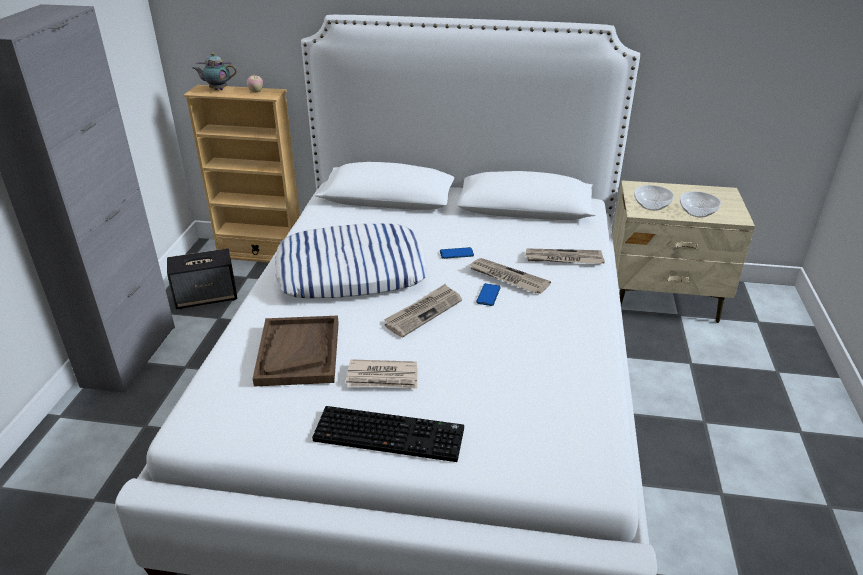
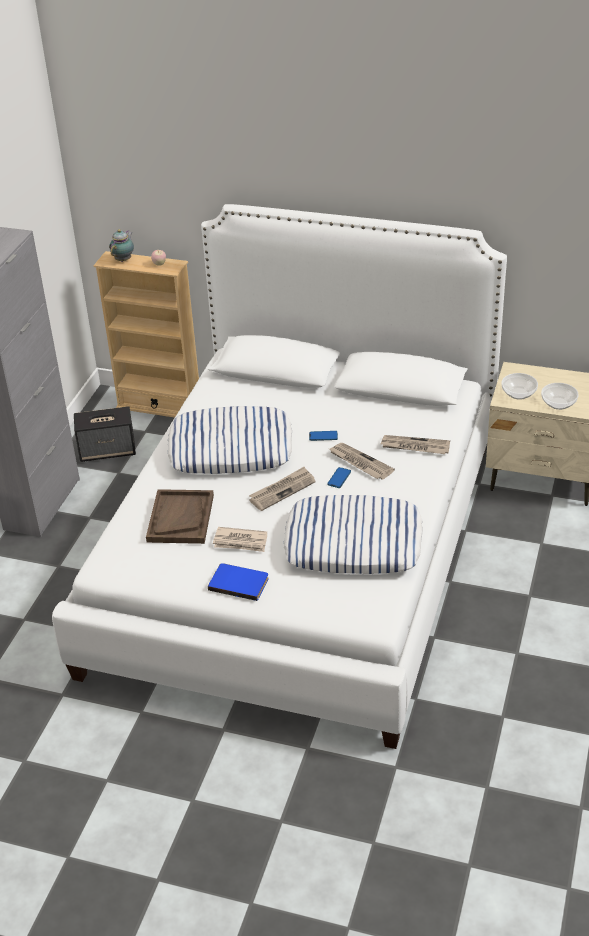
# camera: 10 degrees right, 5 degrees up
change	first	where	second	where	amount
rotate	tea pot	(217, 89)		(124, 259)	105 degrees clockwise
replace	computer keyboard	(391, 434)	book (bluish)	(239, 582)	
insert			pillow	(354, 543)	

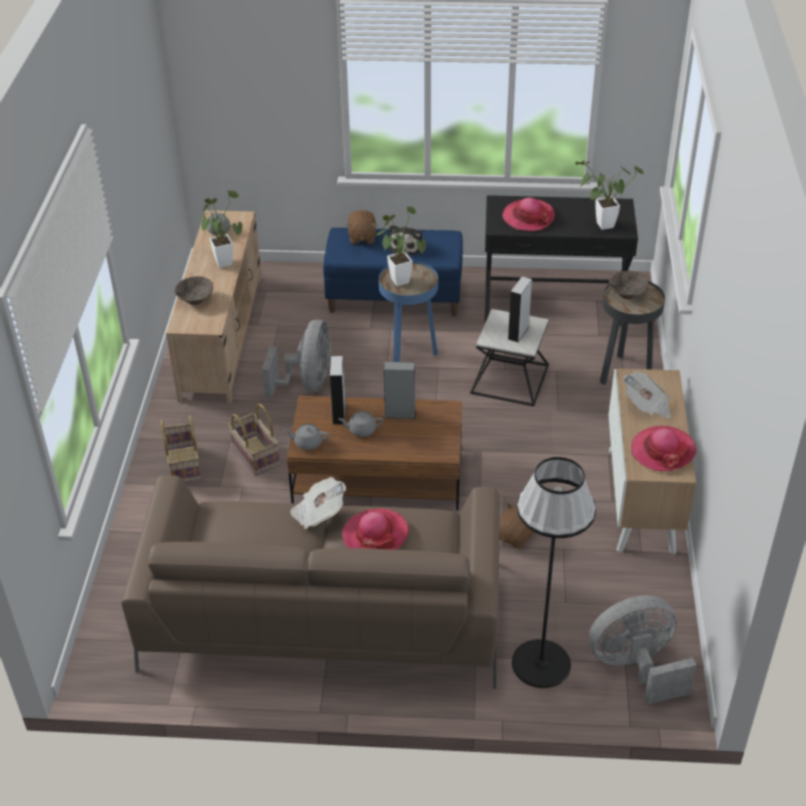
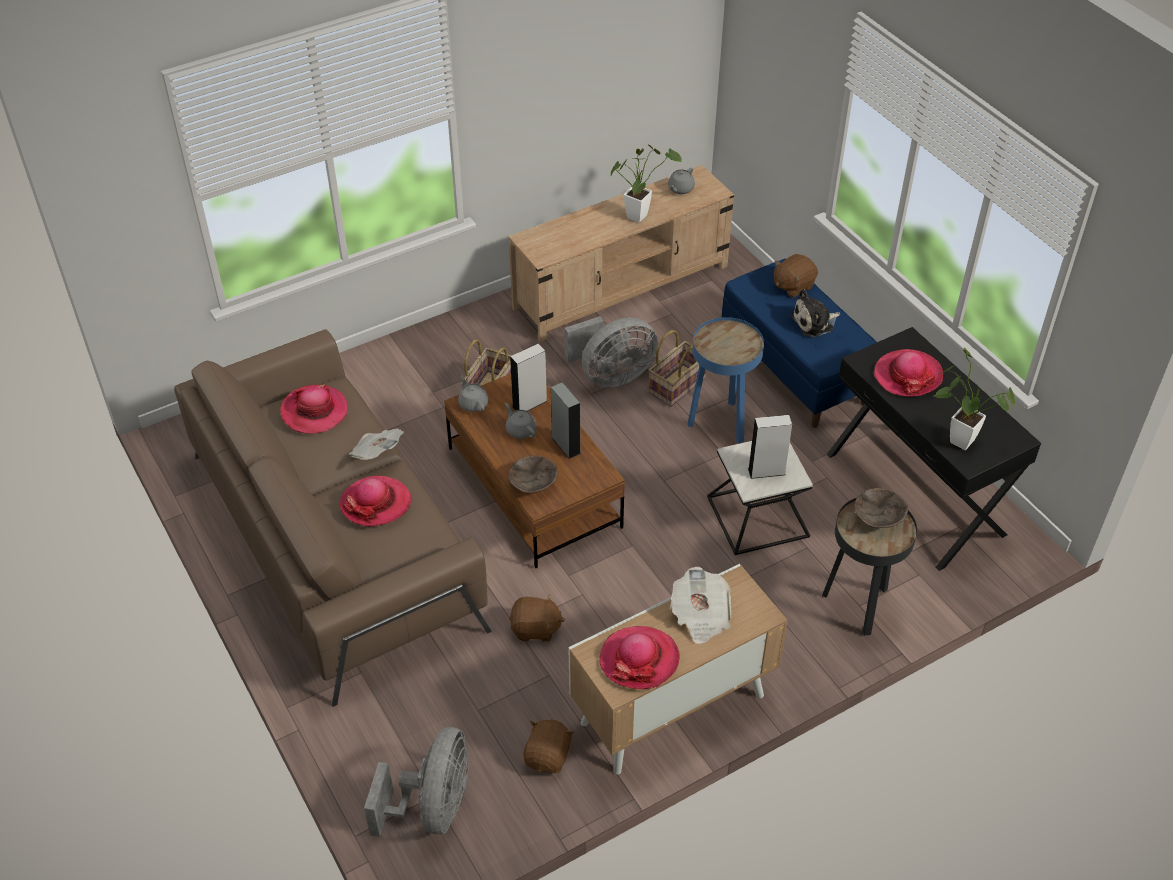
# camera: 55 degrees right, 5 degrees up
change	first	where	second	where	amount
delete	houseplant	(398, 279)			
move	deep dish (brownish)	(195, 299)		(533, 484)	
move	storage basket	(183, 465)		(676, 385)	
delete	floor lamp (blackish)	(541, 663)			
rotate	fan (grey)	(635, 667)		(433, 807)	60 degrees clockwise
insert			hat	(314, 411)	
insert			soft toy (brownish)	(548, 756)	

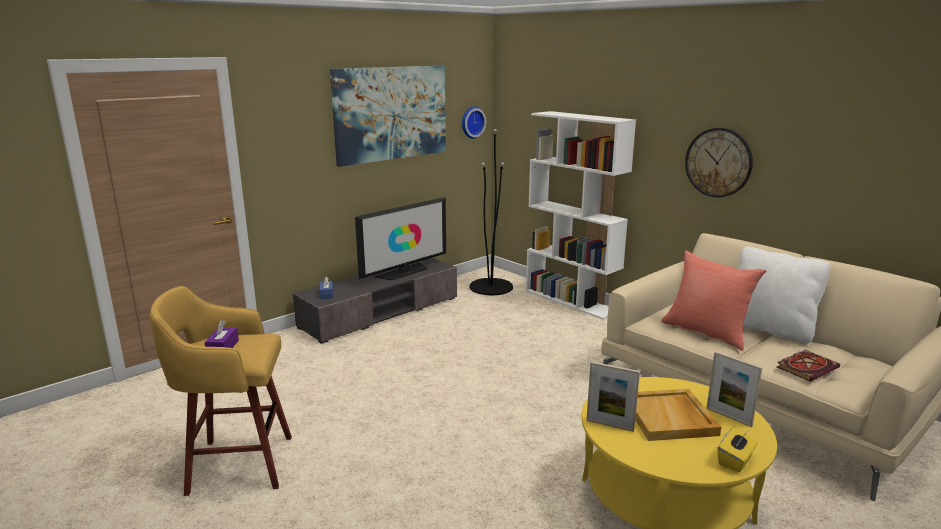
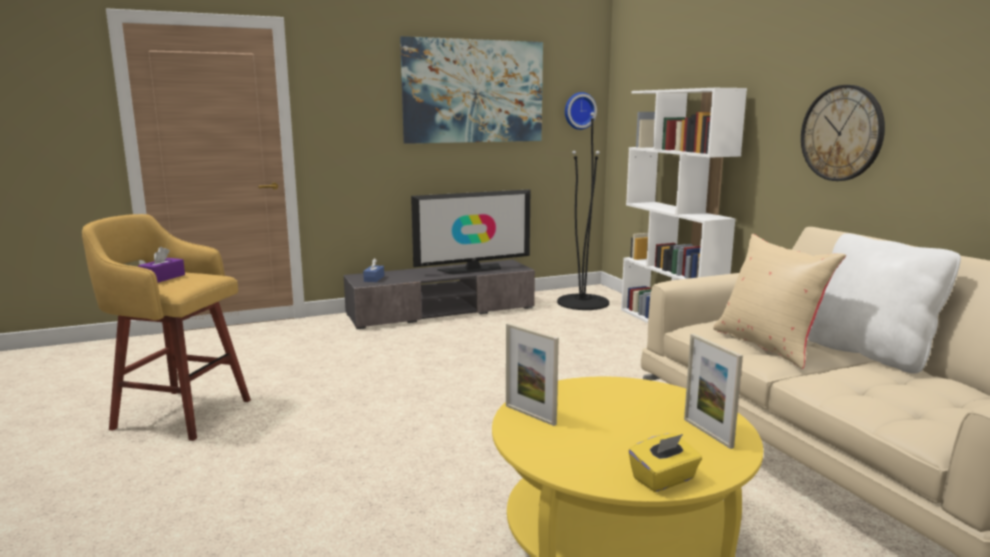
# camera: 20 degrees right, 5 degrees down
change	first	where	second	where	amount
recolor	pillow (red-coloured)	(706, 332)	pillow (sand-coloured)	(768, 345)	
delete	book	(807, 367)			
delete	carrying tray (sand-coloured)	(670, 418)			

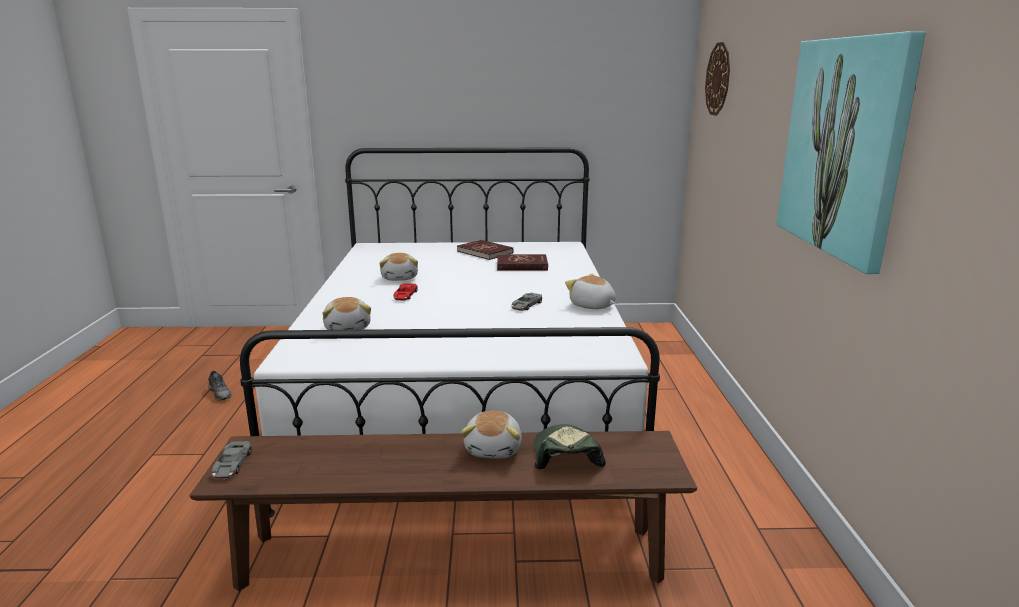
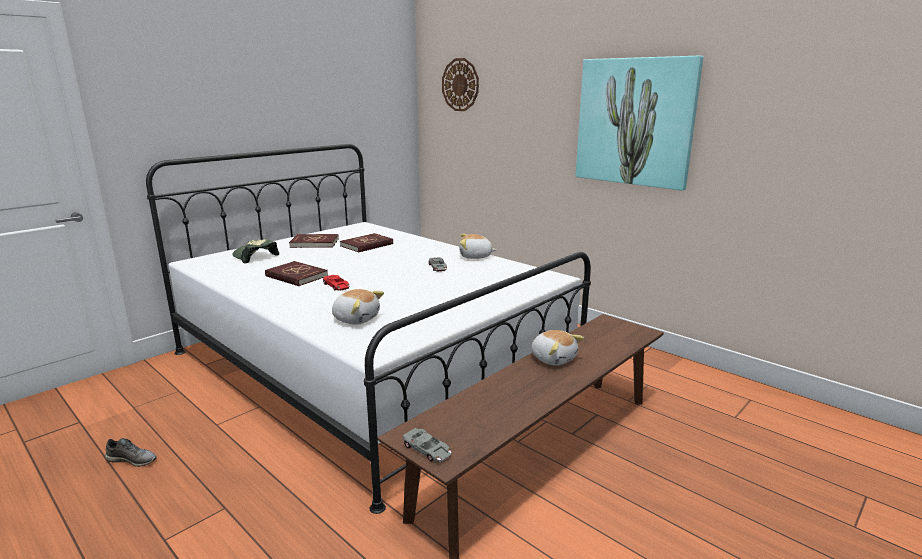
# camera: 45 degrees left, 0 degrees up
change	first	where	second	where	amount
replace	soft toy	(400, 278)	book (red-coloured)	(296, 276)	
move	baseball cap	(565, 455)		(255, 257)	

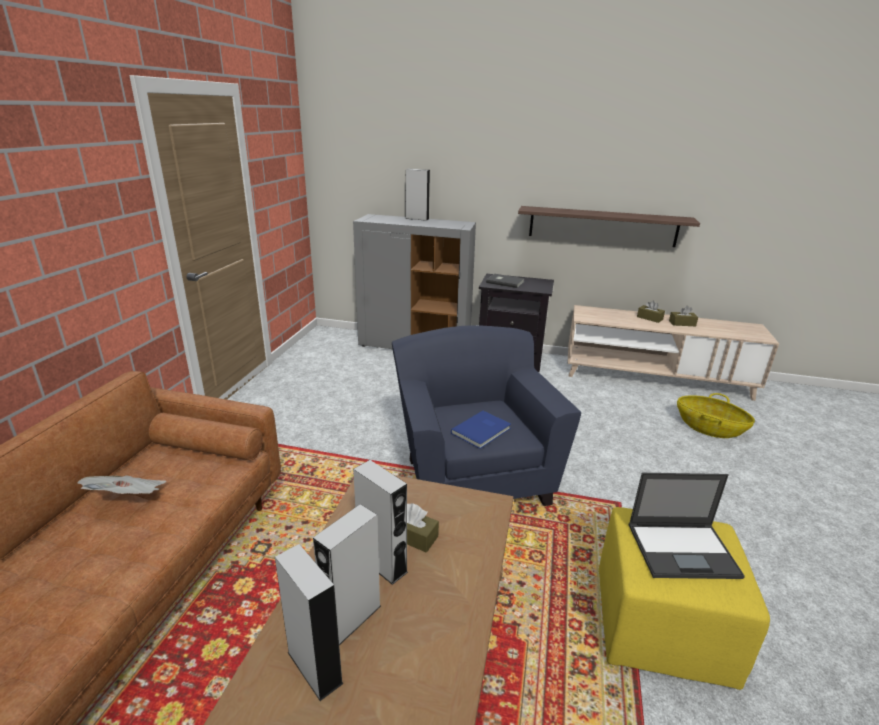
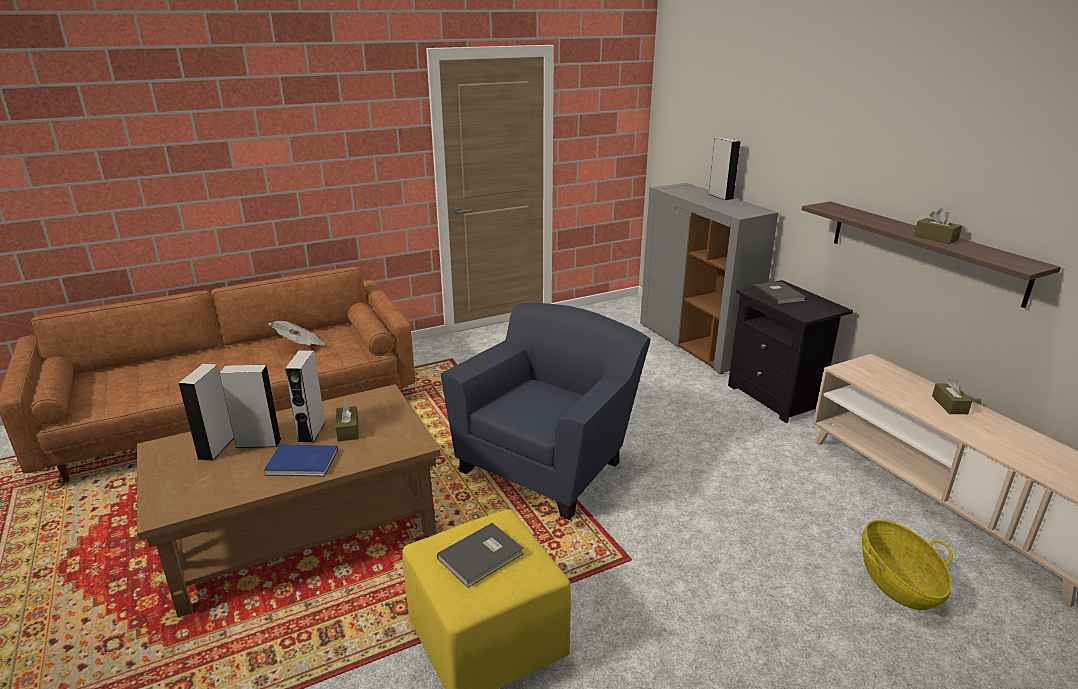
# camera: 50 degrees right, 0 degrees up
change	first	where	second	where	amount
move	box of tissues (brownish)	(682, 323)		(935, 238)	
move	book (bluish)	(482, 431)		(302, 463)	
replace	laptop	(683, 550)	book (grey)	(482, 556)	

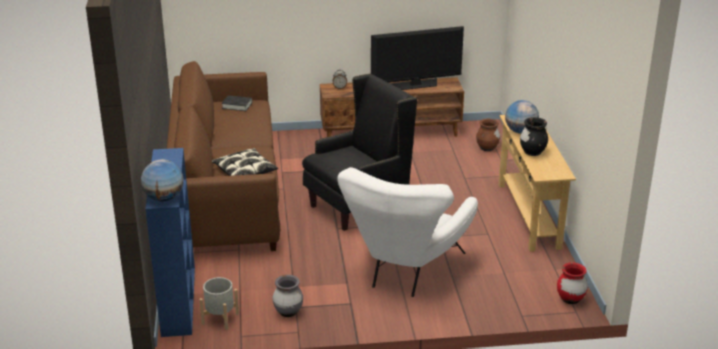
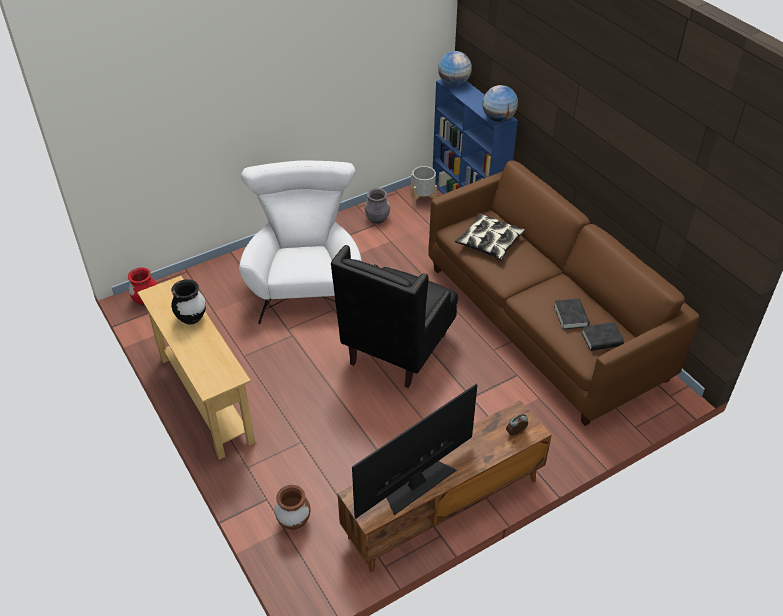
# camera: 155 degrees right, 15 degrees up
change	first	where	second	where	amount
move	desk globe	(520, 131)		(498, 119)	
insert			book (blackish)	(571, 316)	

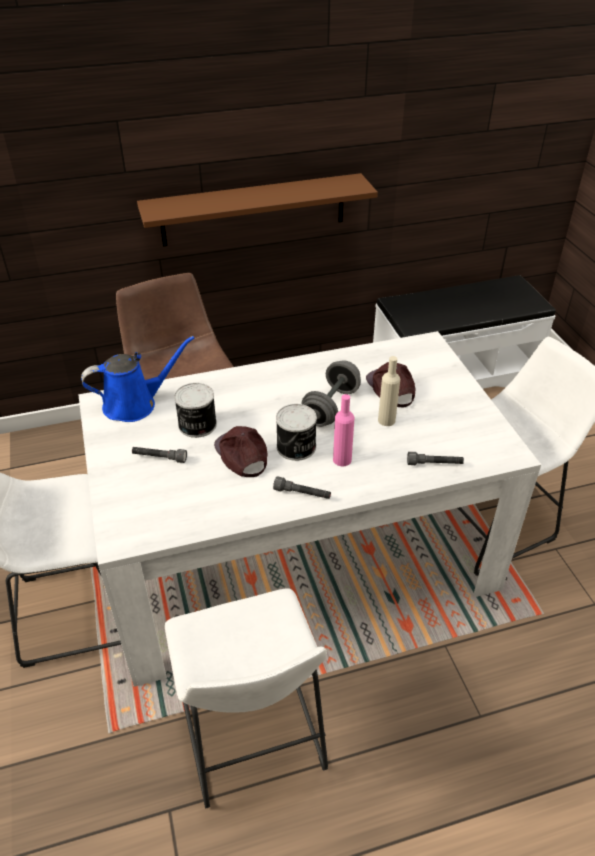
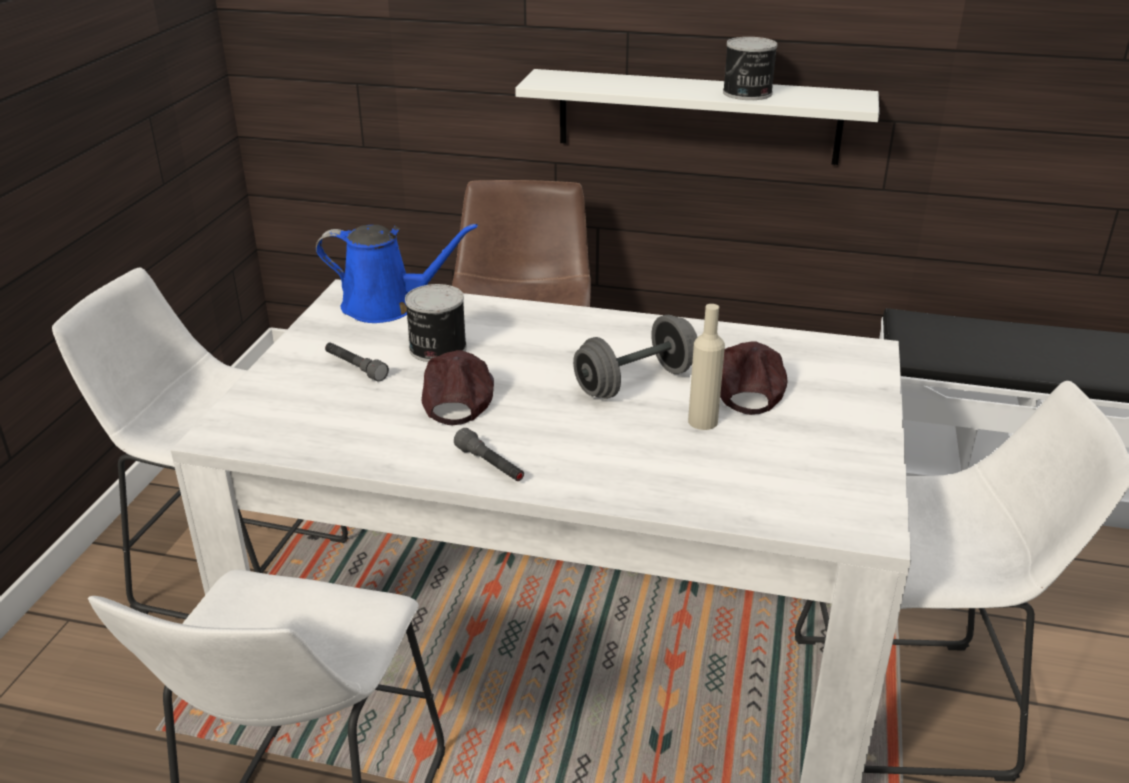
# camera: 30 degrees right, 10 degrees down
change	first	where	second	where	amount
recolor	wall shelf (brownish)	(253, 210)	wall shelf (white-coloured)	(698, 116)	
delete	bottle (pinkish)	(342, 459)			
move	sealed can	(296, 447)		(747, 93)	
delete	torch (grey)	(434, 464)			

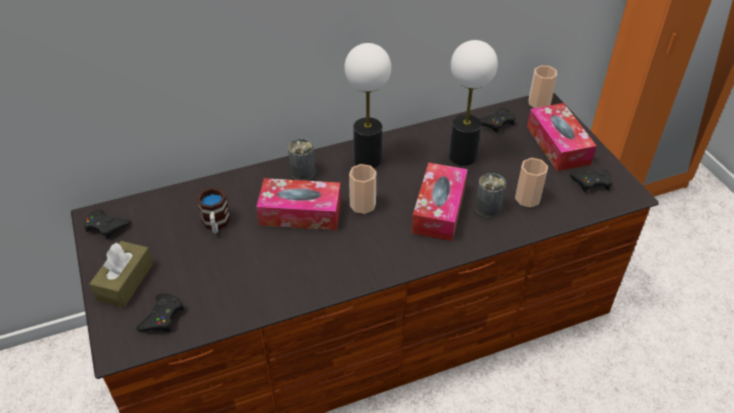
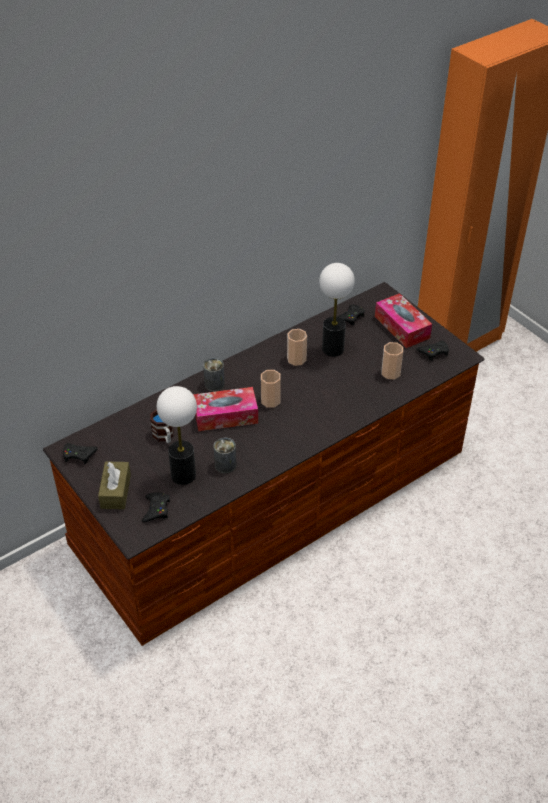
# camera: 15 degrees left, 0 degrees up
change	first	where	second	where	amount
move	tabletop lamp	(367, 159)		(183, 475)	
move	small cup	(539, 103)		(296, 359)	
delete	box of tissues	(439, 210)			
move	sealed can	(488, 207)		(225, 465)	

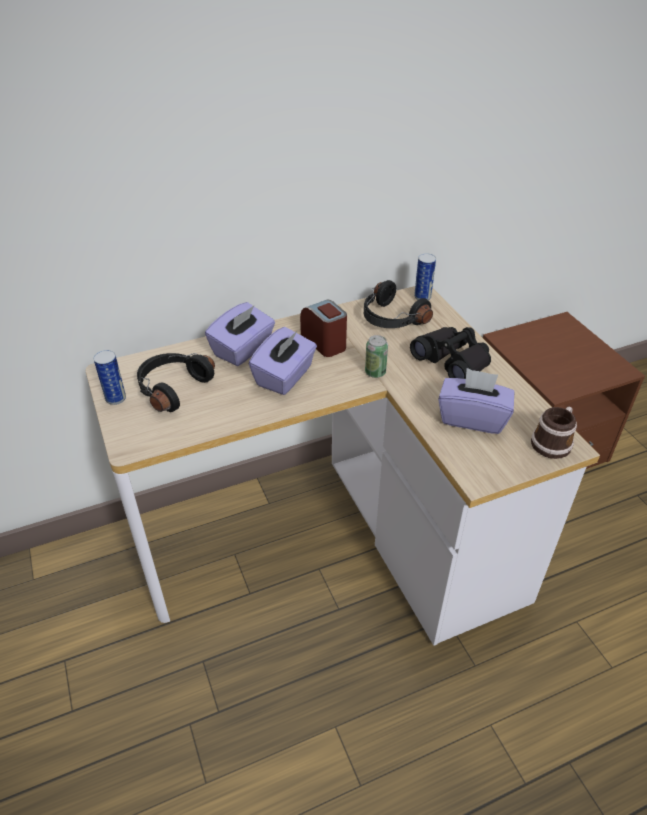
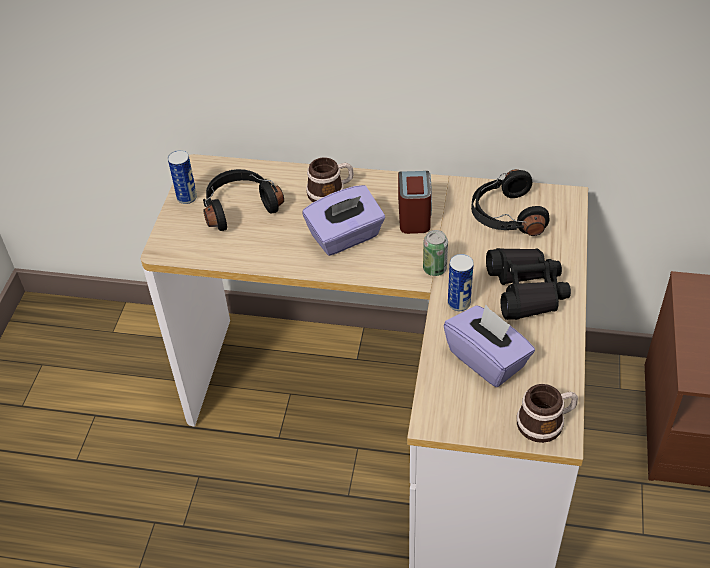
# camera: 35 degrees right, 5 degrees up
change	first	where	second	where	amount
move	sealed can	(422, 297)		(459, 303)	
replace	box of tissues (purple)	(243, 349)	tea mug	(331, 192)	

